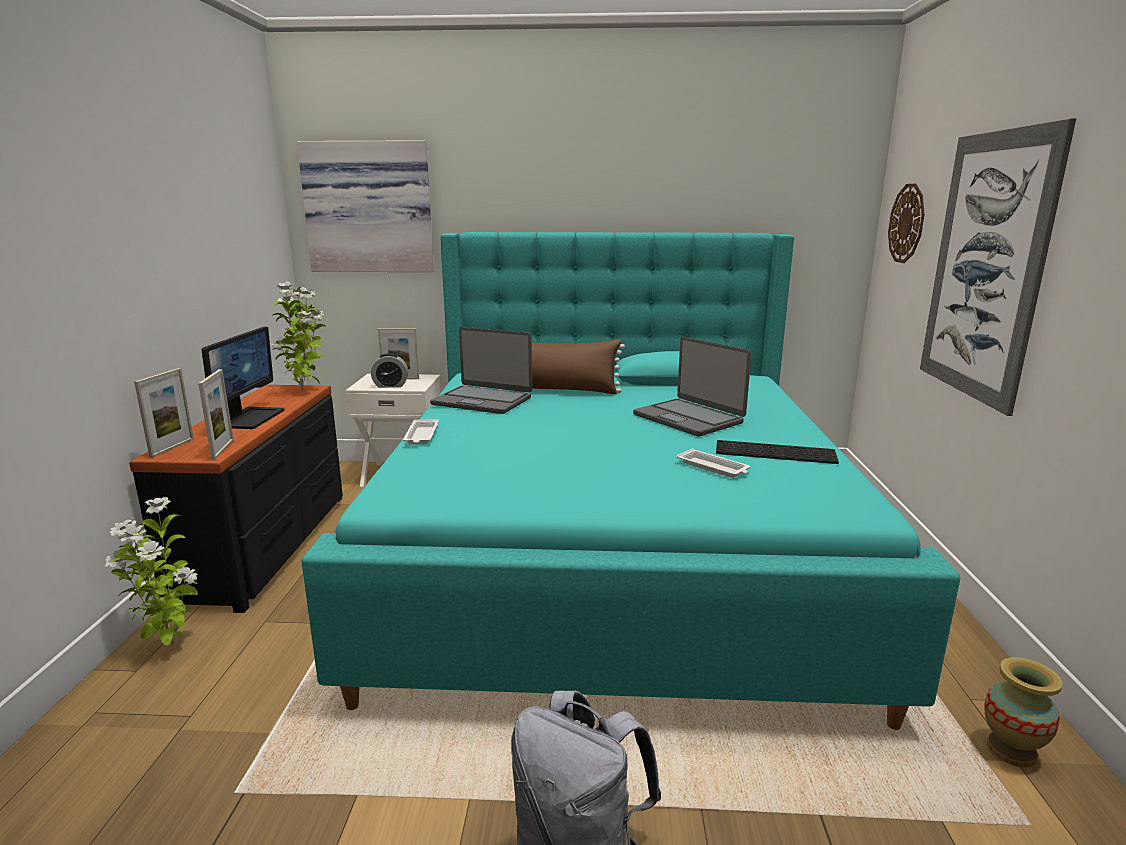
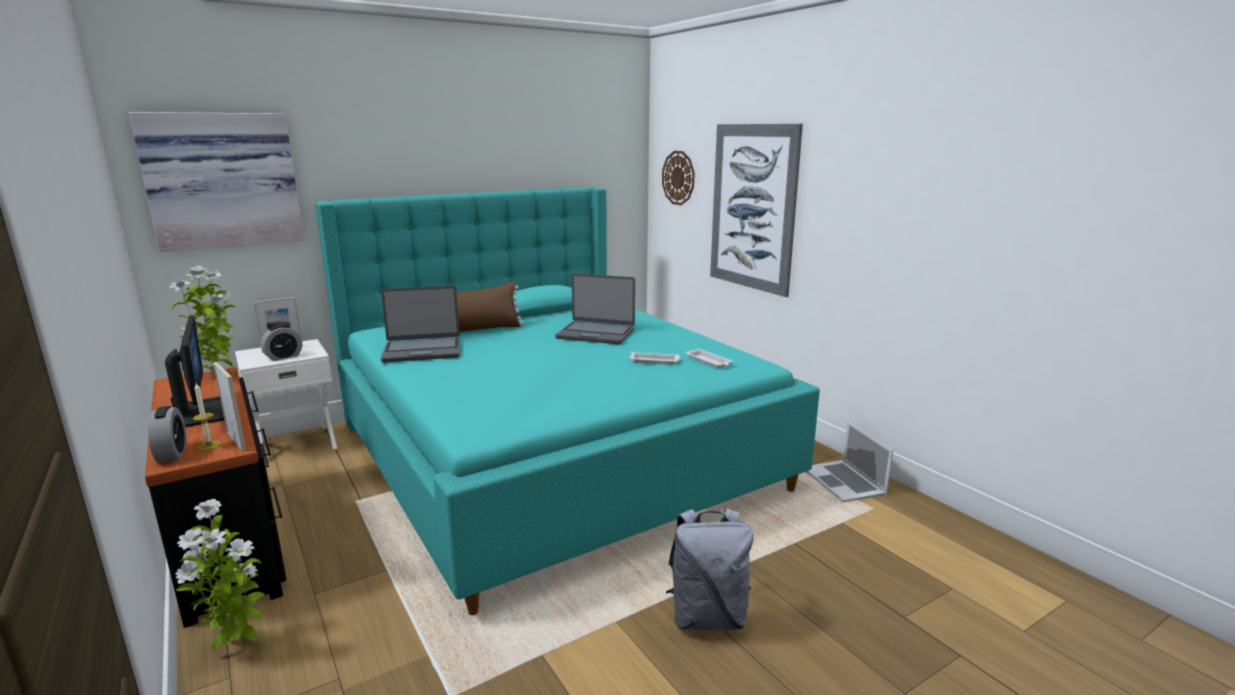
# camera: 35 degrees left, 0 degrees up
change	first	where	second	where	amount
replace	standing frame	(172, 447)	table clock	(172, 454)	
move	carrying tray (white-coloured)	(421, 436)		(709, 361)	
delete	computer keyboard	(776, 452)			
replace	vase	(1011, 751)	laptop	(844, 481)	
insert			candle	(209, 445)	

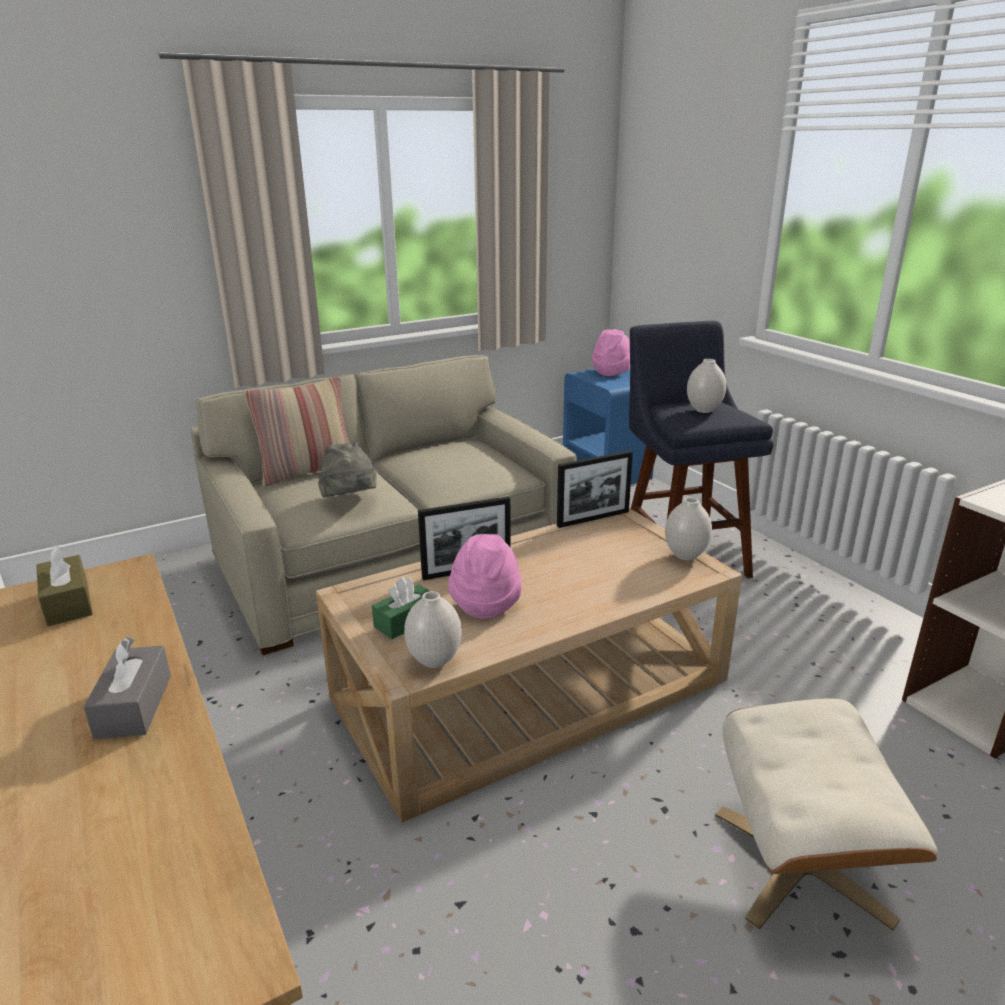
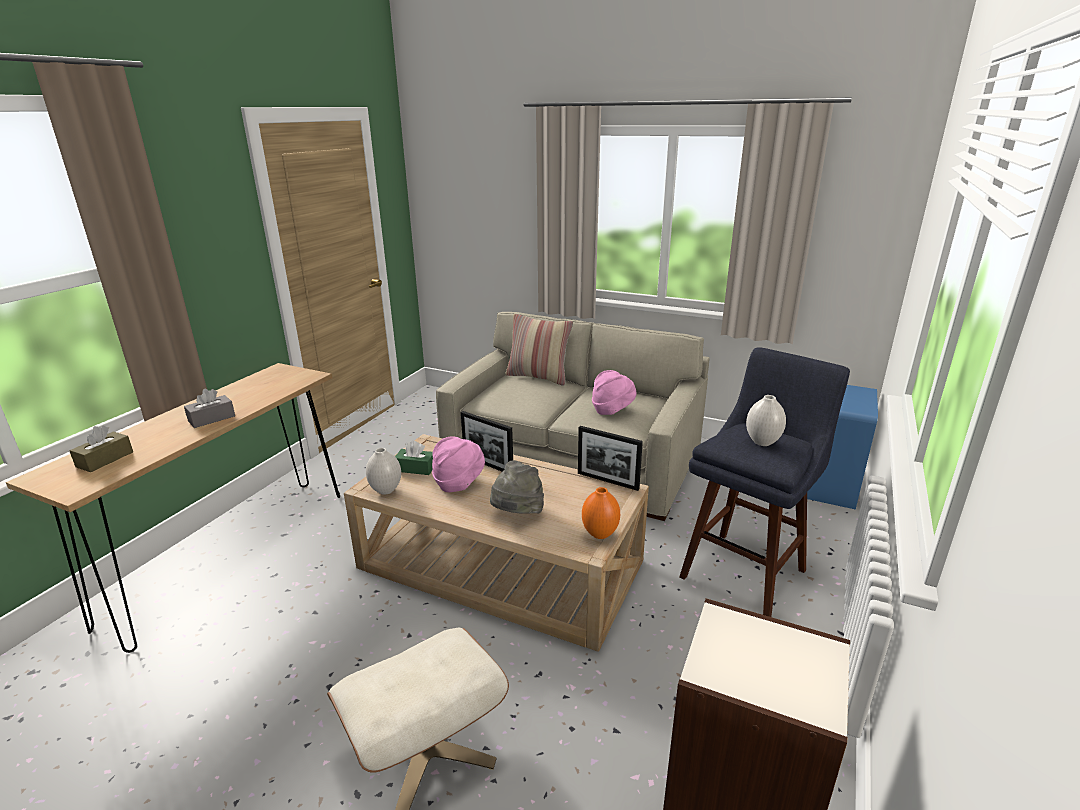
# camera: 55 degrees right, 0 degrees up
change	first	where	second	where	amount
move	hat (pinkish)	(612, 372)		(612, 411)	
move	hat (grey)	(351, 501)		(517, 514)	
recolor	vase (white-coloured)	(685, 555)	vase (orangey)	(600, 534)	
move	box of tissues (brownish)	(68, 603)		(105, 459)	

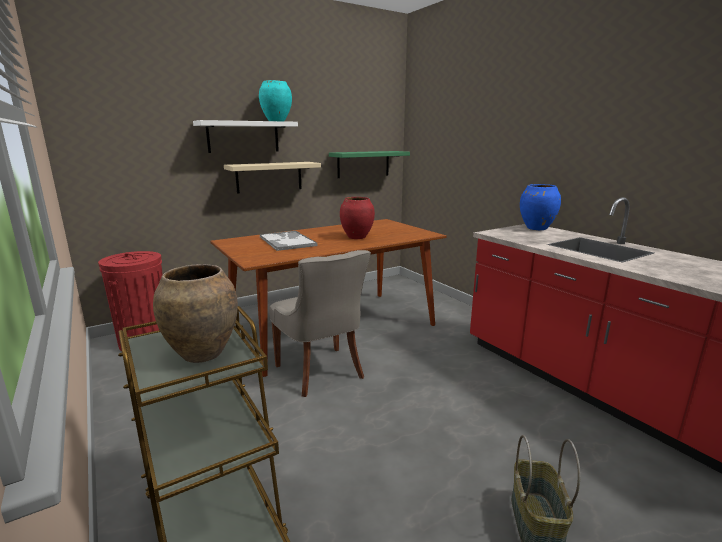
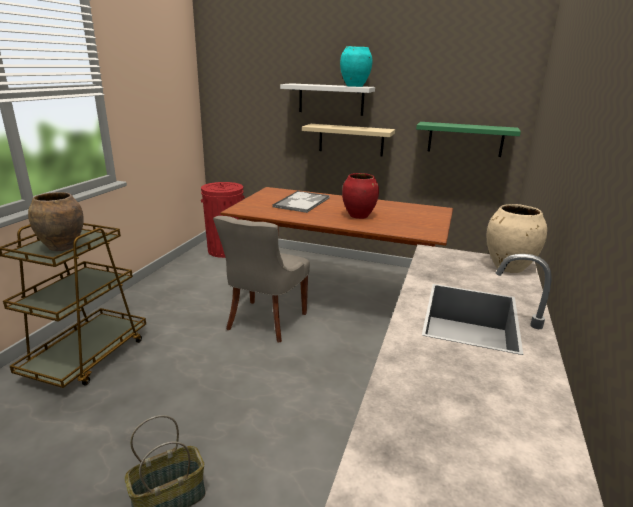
# camera: 50 degrees right, 5 degrees up
change	first	where	second	where	amount
recolor	vase (bluish)	(537, 228)	vase (sand-coloured)	(508, 268)	

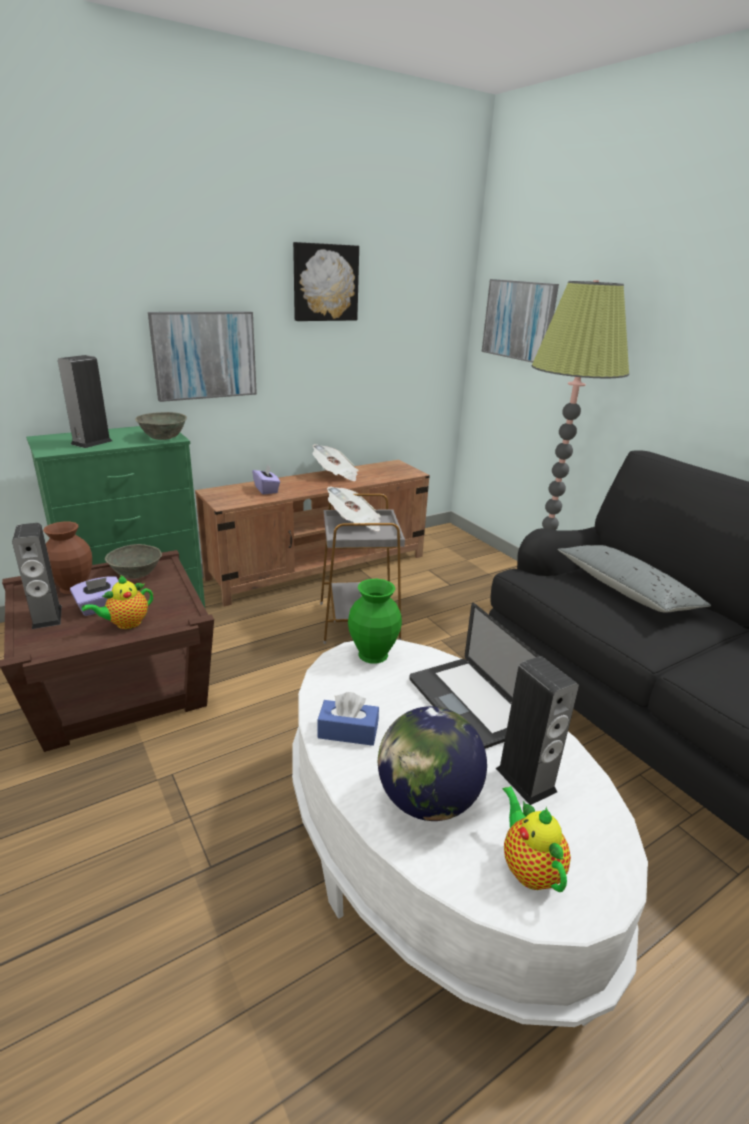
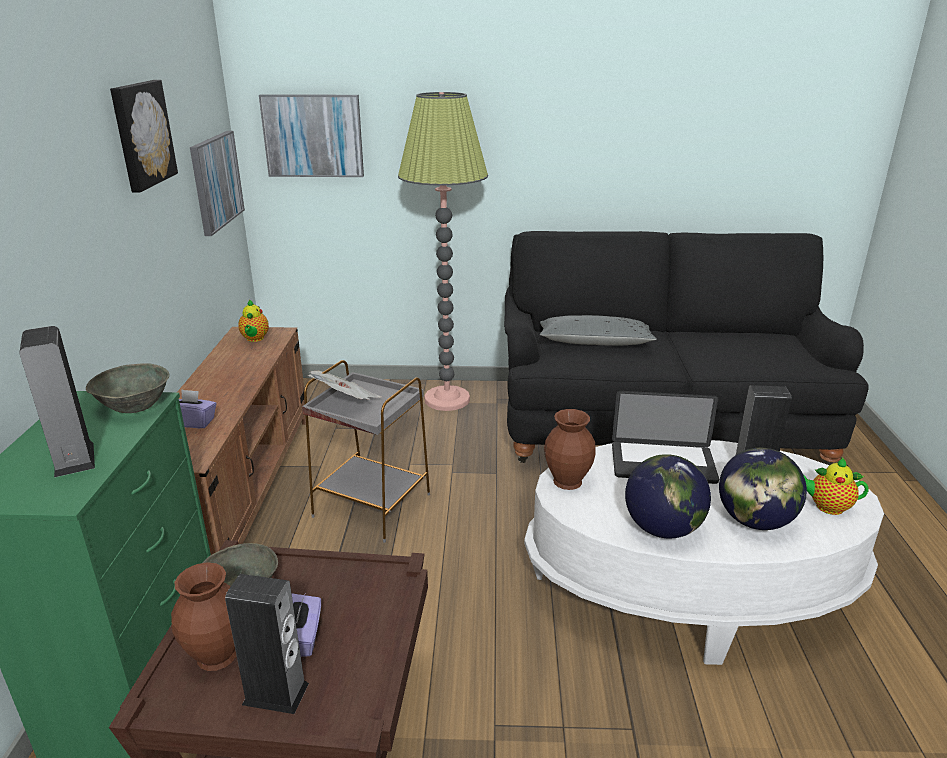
# camera: 55 degrees left, 0 degrees up
change	first	where	second	where	amount
move	wall picture	(204, 355)		(216, 181)	
delete	printed paper	(336, 475)			
move	tea pot	(126, 624)		(255, 339)	
recolor	vase (green)	(374, 654)	vase (brownish)	(567, 480)	
replace	box of tissues (bluish)	(348, 731)	desk globe	(662, 529)	

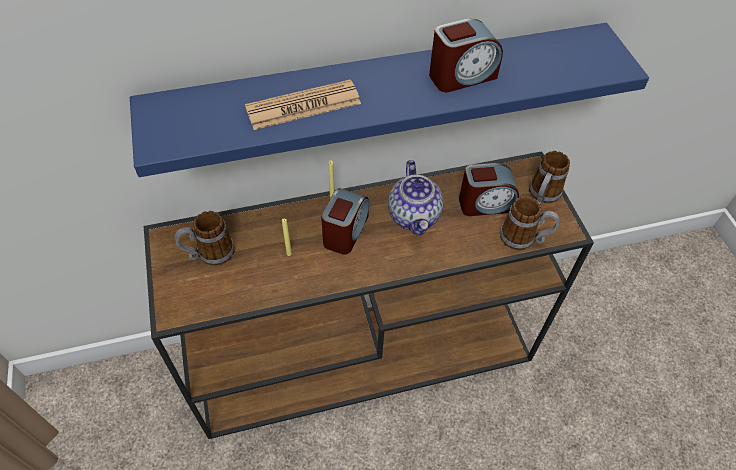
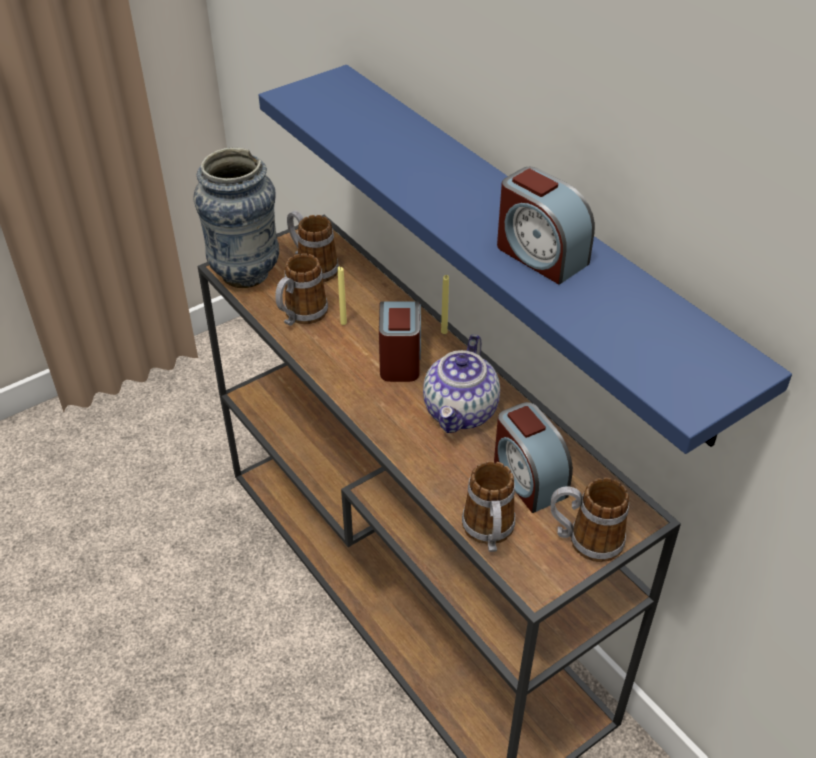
# camera: 70 degrees right, 10 degrees down
change	first	where	second	where	amount
delete	printed paper	(303, 106)			
rotate	tea pot	(415, 216)		(461, 412)	45 degrees counterclockwise
rotate	table clock	(345, 231)		(400, 357)	90 degrees counterclockwise
insert			vase	(245, 274)	
insert			tea mug	(301, 317)	

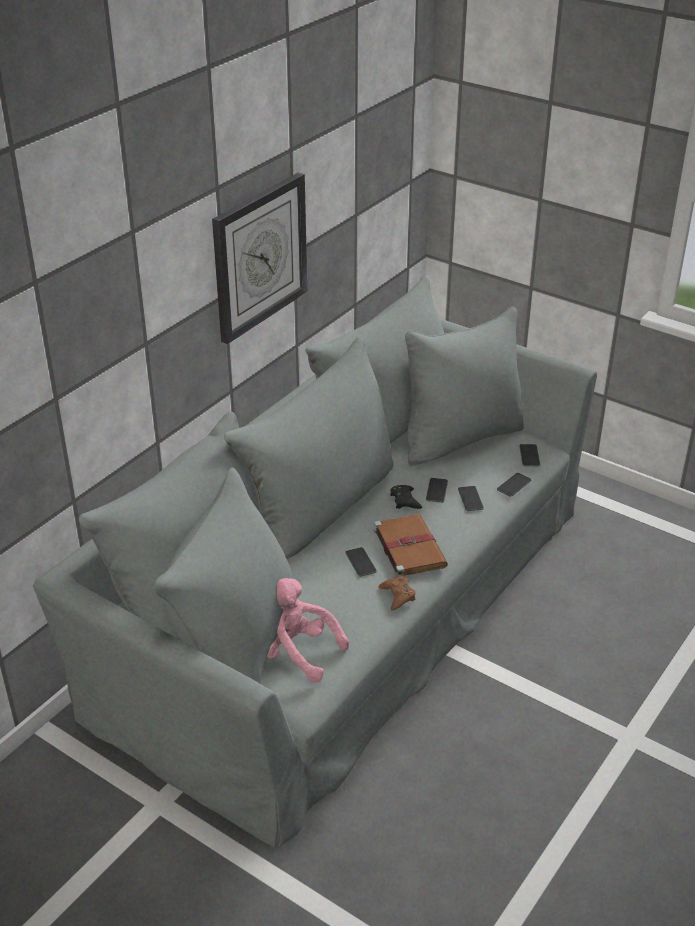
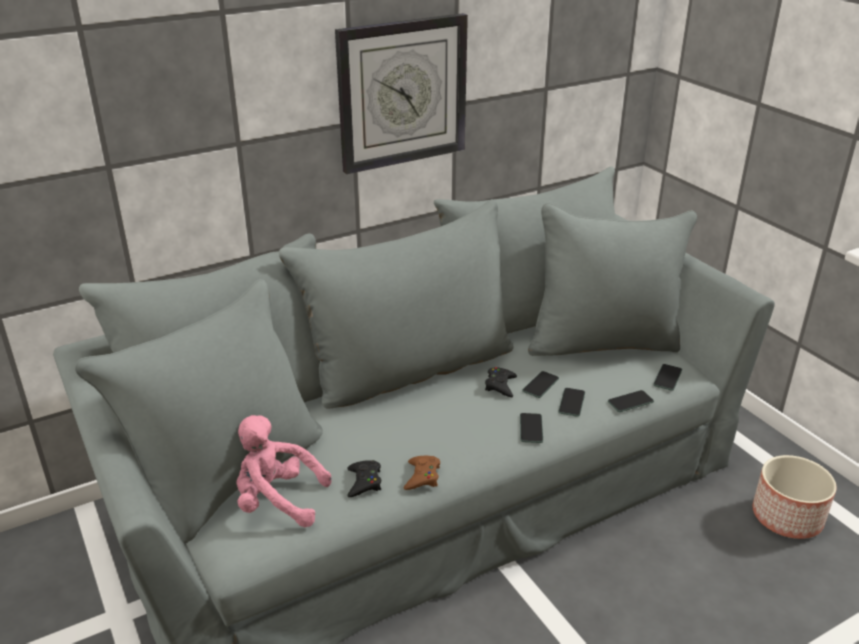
# camera: 25 degrees right, 5 degrees down
change	first	where	second	where	amount
delete	book (brownish)	(409, 547)			
move	telephone	(360, 562)		(531, 428)	
rotate	soft toy (pinkish)	(298, 652)		(277, 501)	45 degrees counterclockwise
insert			flower pot	(787, 517)	
insert			gamepad (blackish)	(364, 482)	

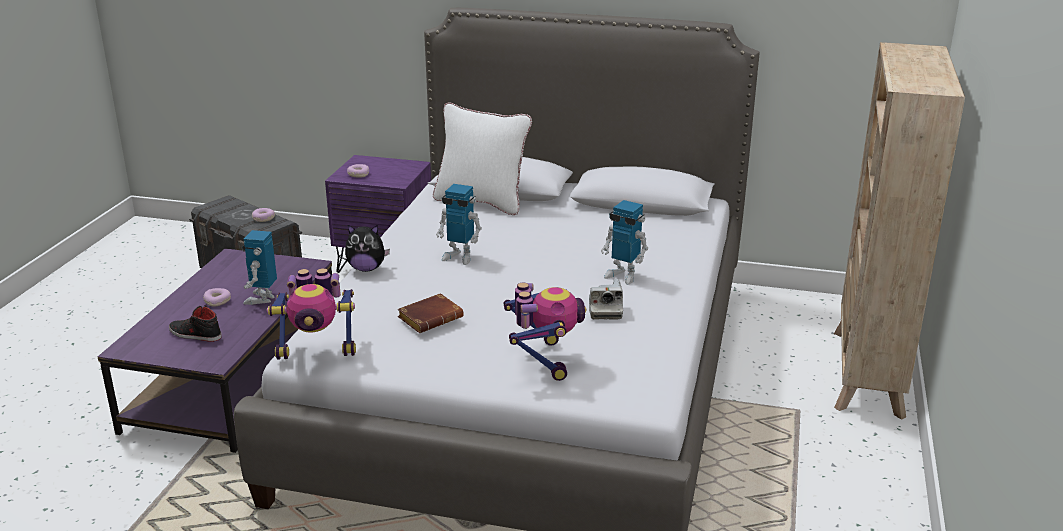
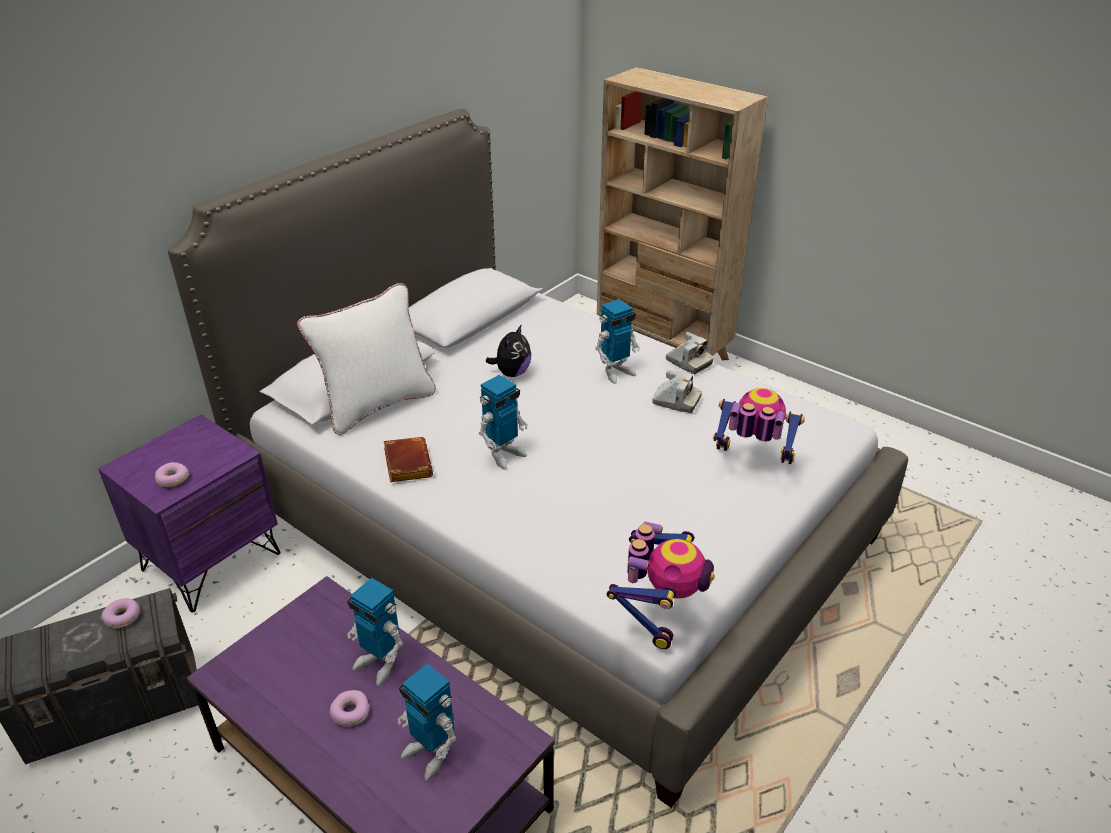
# camera: 65 degrees left, 10 degrees up
change	first	where	second	where	amount
move	soft toy	(367, 268)		(512, 373)	
move	book (brownish)	(431, 317)		(406, 463)	
replace	shoe (blackish)	(195, 334)	model robot	(430, 753)	
insert			photo camera	(688, 362)	

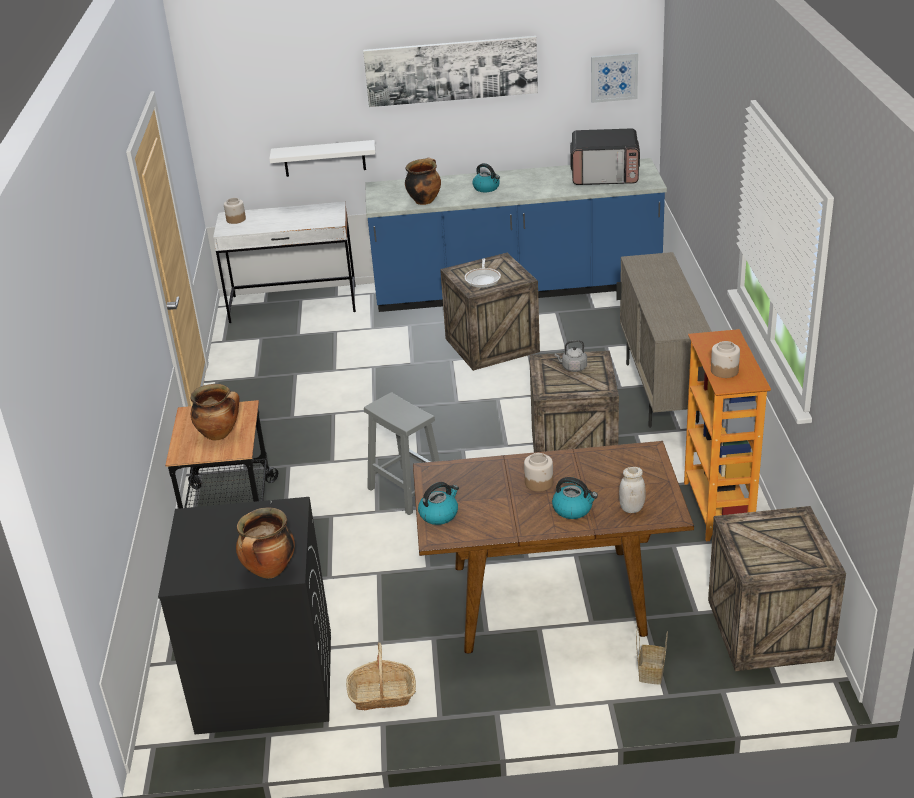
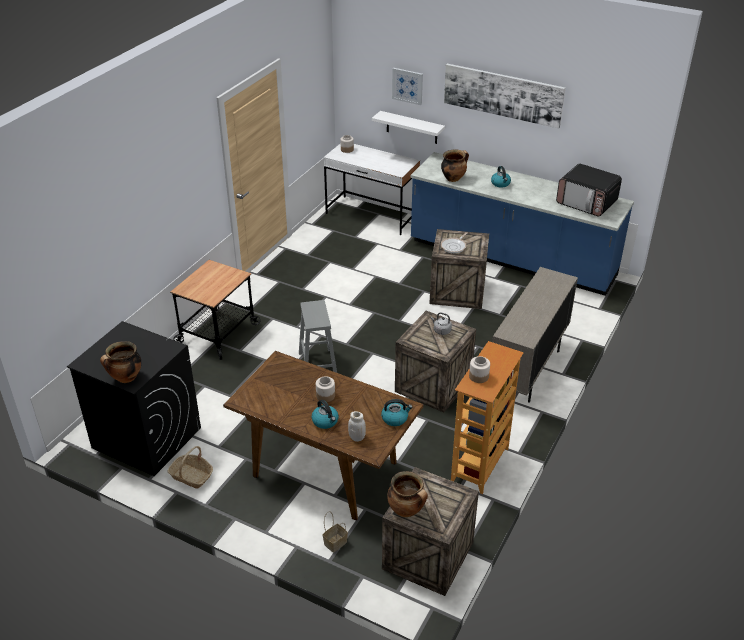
# camera: 30 degrees right, 5 degrees up
change	first	where	second	where	amount
move	wall picture	(614, 77)		(407, 86)	
move	cooking pot	(219, 434)		(407, 510)	
move	tea kettle	(439, 514)		(395, 418)	

